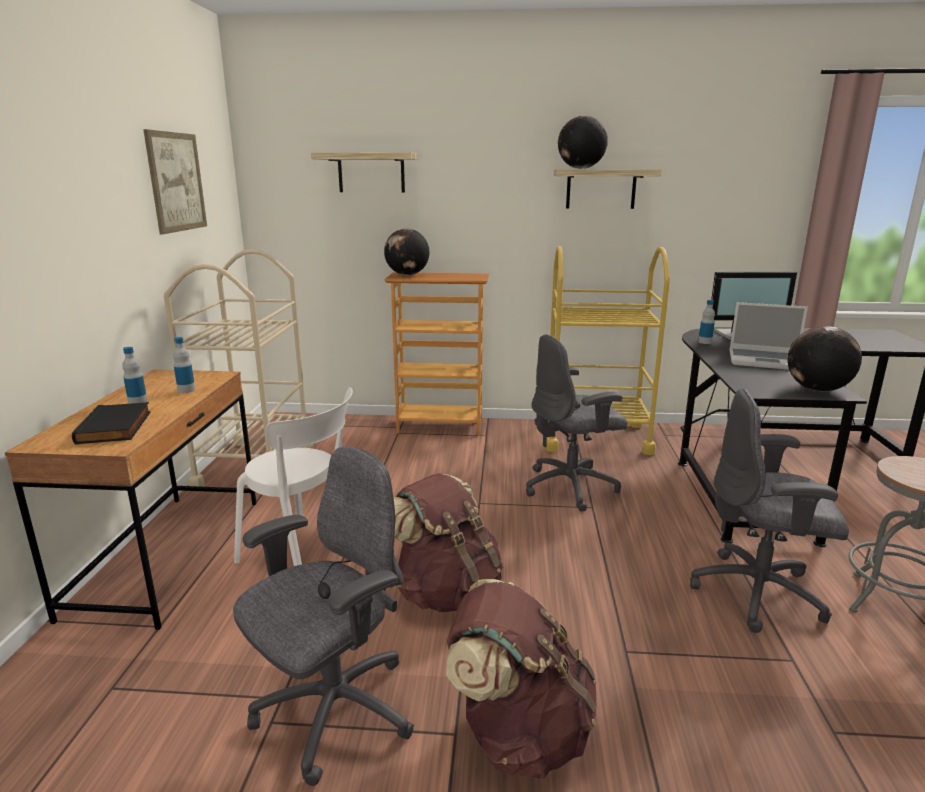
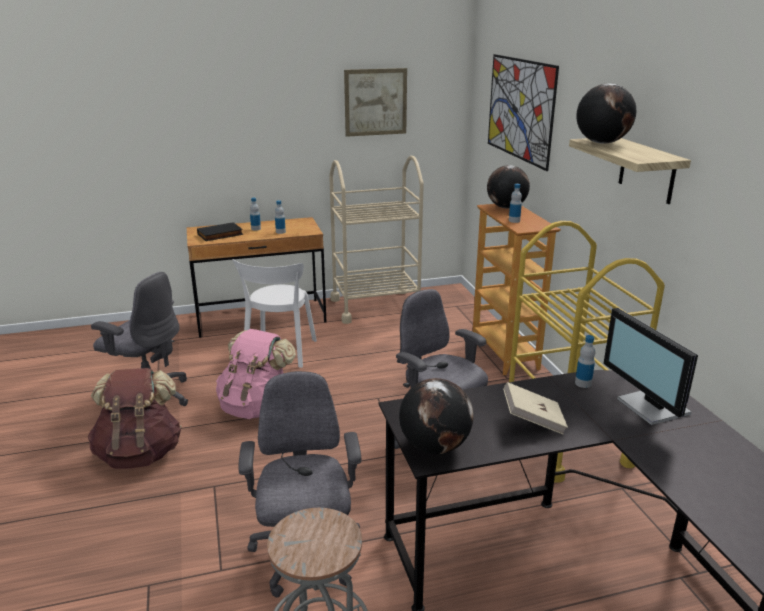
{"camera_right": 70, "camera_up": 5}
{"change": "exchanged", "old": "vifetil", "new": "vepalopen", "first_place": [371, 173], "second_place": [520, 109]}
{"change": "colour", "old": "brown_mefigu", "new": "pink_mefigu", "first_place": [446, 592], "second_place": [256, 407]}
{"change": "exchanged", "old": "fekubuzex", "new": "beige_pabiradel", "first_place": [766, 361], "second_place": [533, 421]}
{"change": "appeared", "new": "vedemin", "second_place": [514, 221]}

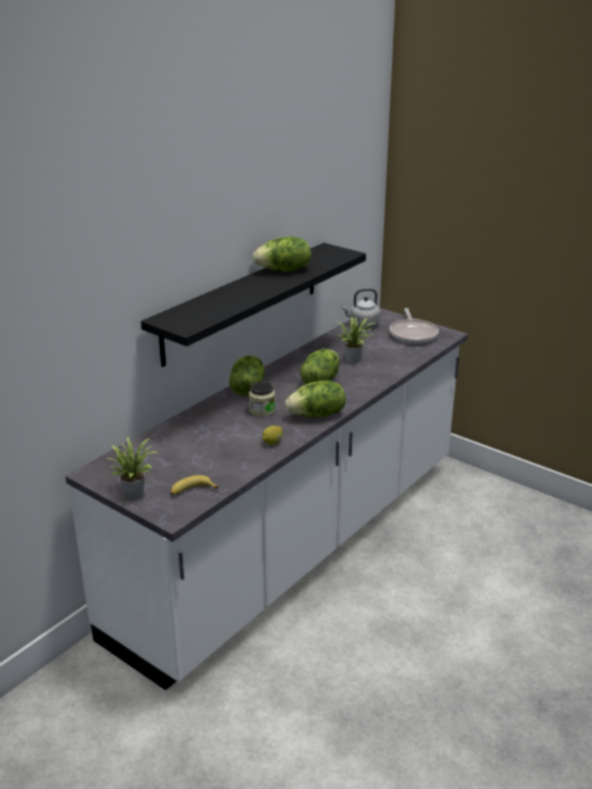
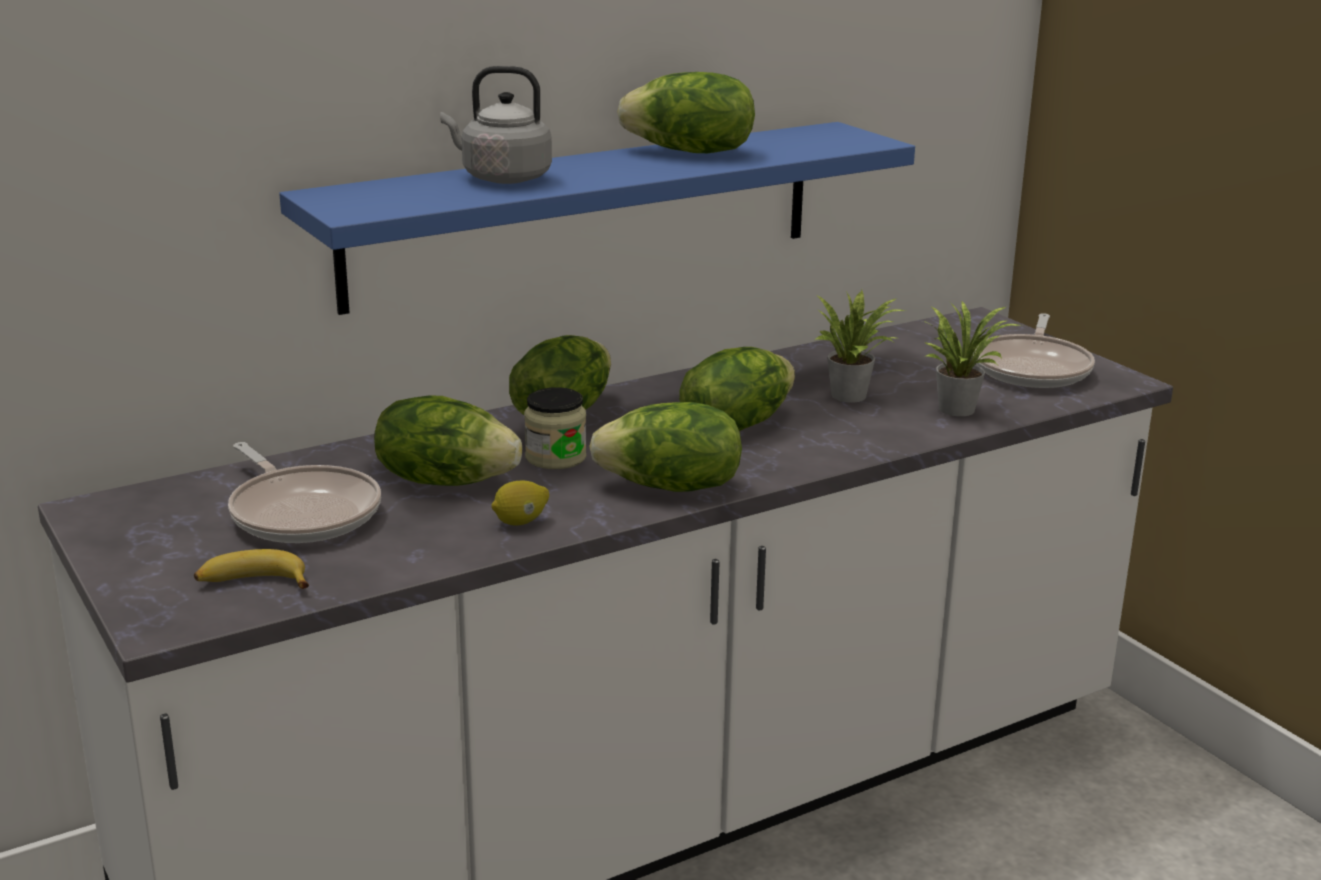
{"camera_right": 20, "camera_up": -5}
{"change": "relocated", "old": "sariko", "first_place": [134, 492], "second_place": [957, 407]}
{"change": "colour", "old": "black_vifetil", "new": "blue_vifetil", "first_place": [242, 302], "second_place": [586, 213]}
{"change": "relocated", "old": "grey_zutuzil", "first_place": [362, 324], "second_place": [502, 178]}
{"change": "appeared", "new": "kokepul", "second_place": [302, 512]}
{"change": "appeared", "new": "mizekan", "second_place": [445, 480]}

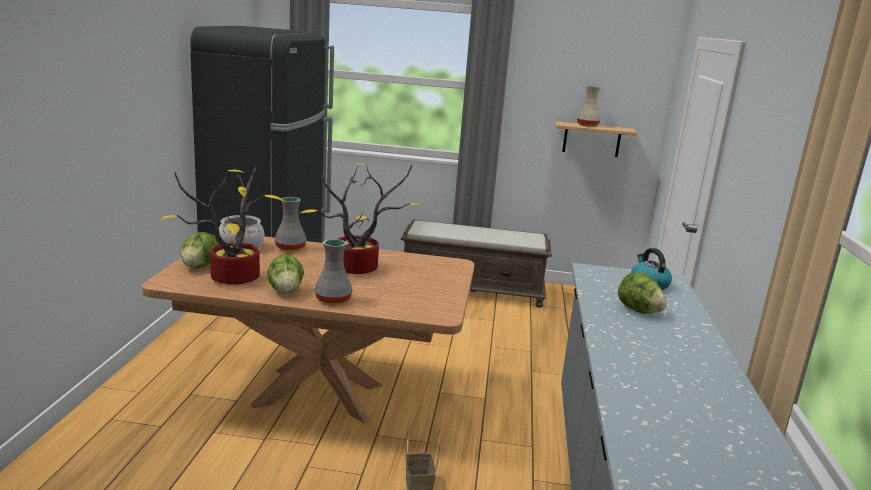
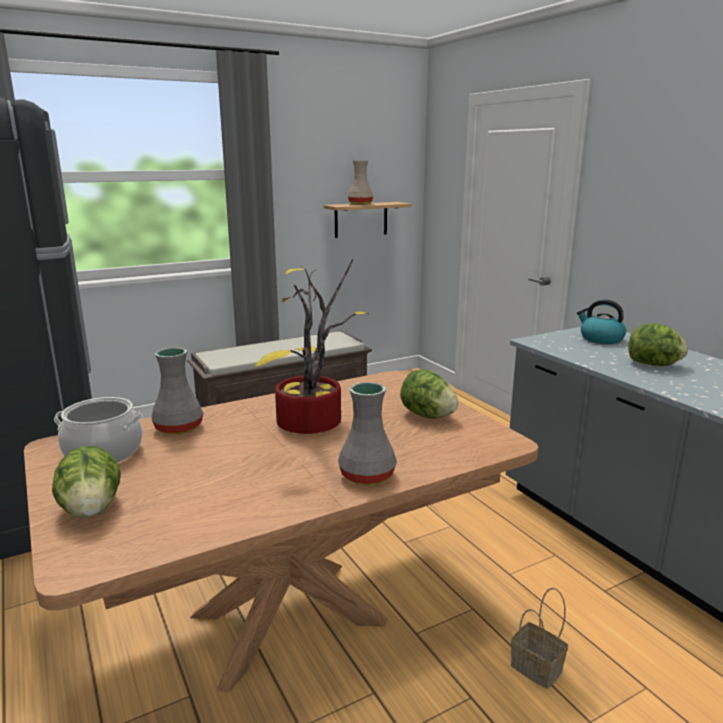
{"camera_right": -35, "camera_up": 0}
{"change": "missing", "old": "sariko", "first_place": [235, 276]}
{"change": "relocated", "old": "mizekan", "first_place": [286, 291], "second_place": [427, 416]}

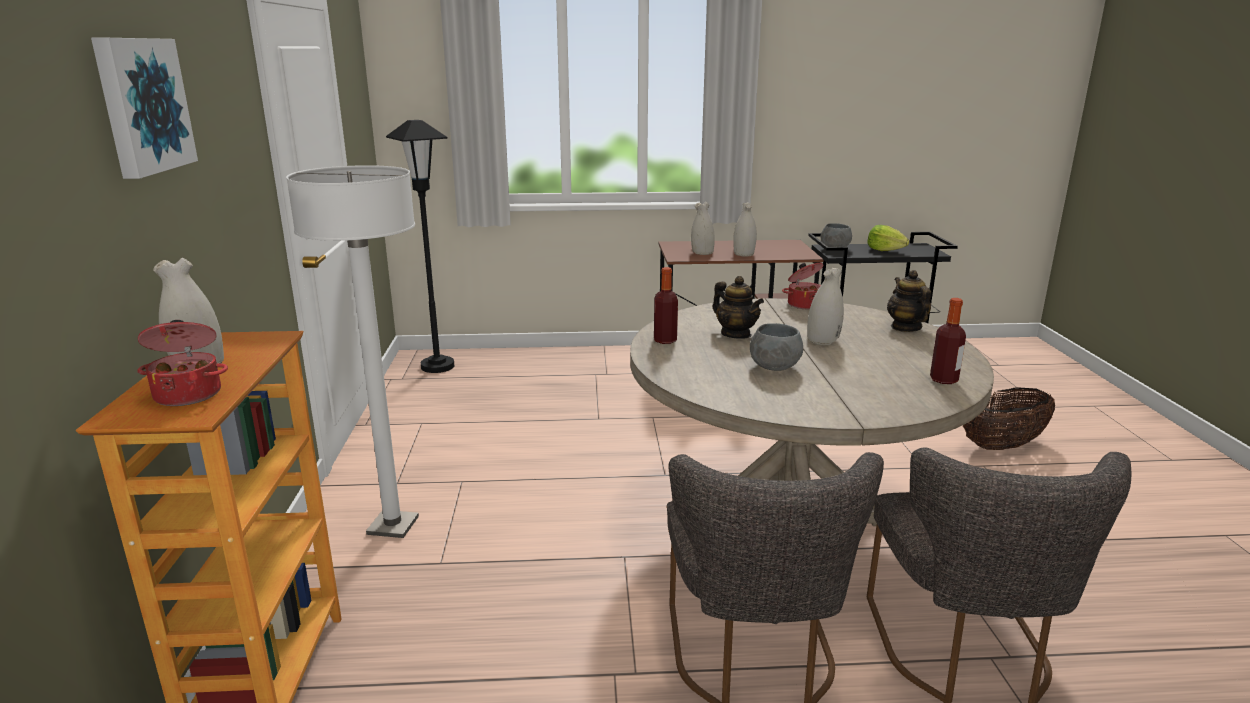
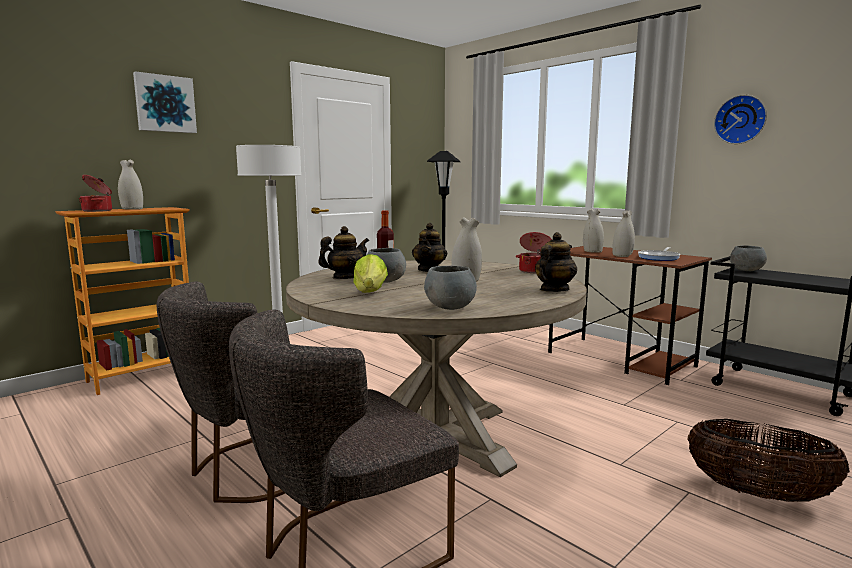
{"camera_right": 50, "camera_up": -10}
{"change": "relocated", "old": "mizekan", "first_place": [884, 250], "second_place": [370, 292]}
{"change": "exchanged", "old": "vedemin", "new": "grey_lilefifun", "first_place": [943, 380], "second_place": [450, 307]}
{"change": "appeared", "new": "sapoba", "second_place": [345, 278]}
{"change": "appeared", "new": "kokepul", "second_place": [659, 258]}
{"change": "appeared", "new": "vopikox", "second_place": [740, 119]}

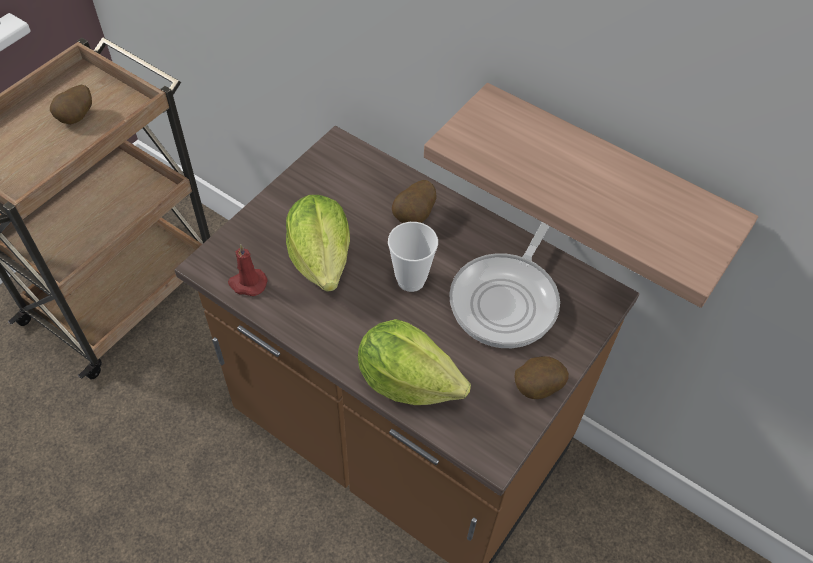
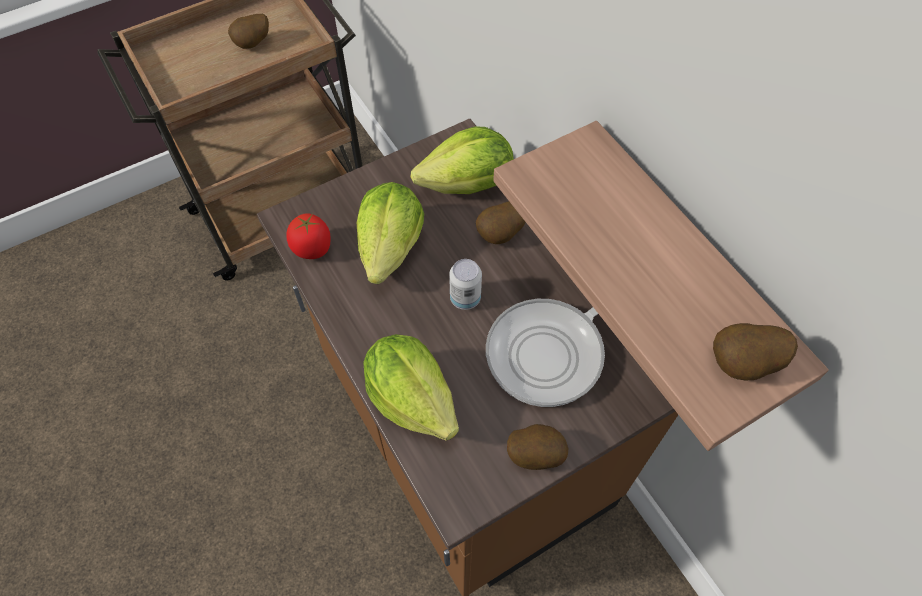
{"camera_right": 25, "camera_up": 5}
{"change": "exchanged", "old": "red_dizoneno", "new": "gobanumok", "first_place": [247, 283], "second_place": [312, 249]}
{"change": "exchanged", "old": "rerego", "new": "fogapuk", "first_place": [411, 280], "second_place": [465, 298]}
{"change": "appeared", "new": "mizekan", "second_place": [468, 184]}
{"change": "appeared", "new": "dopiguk", "second_place": [743, 365]}

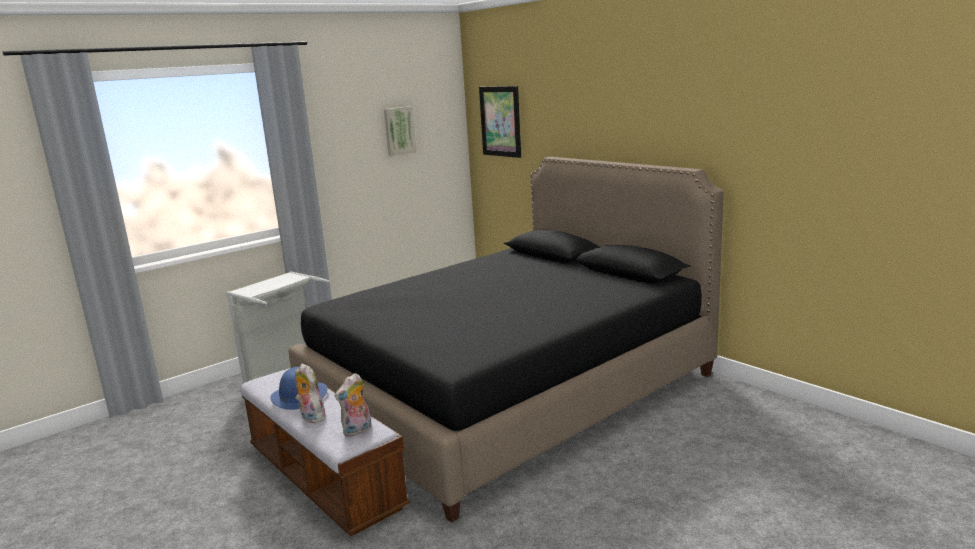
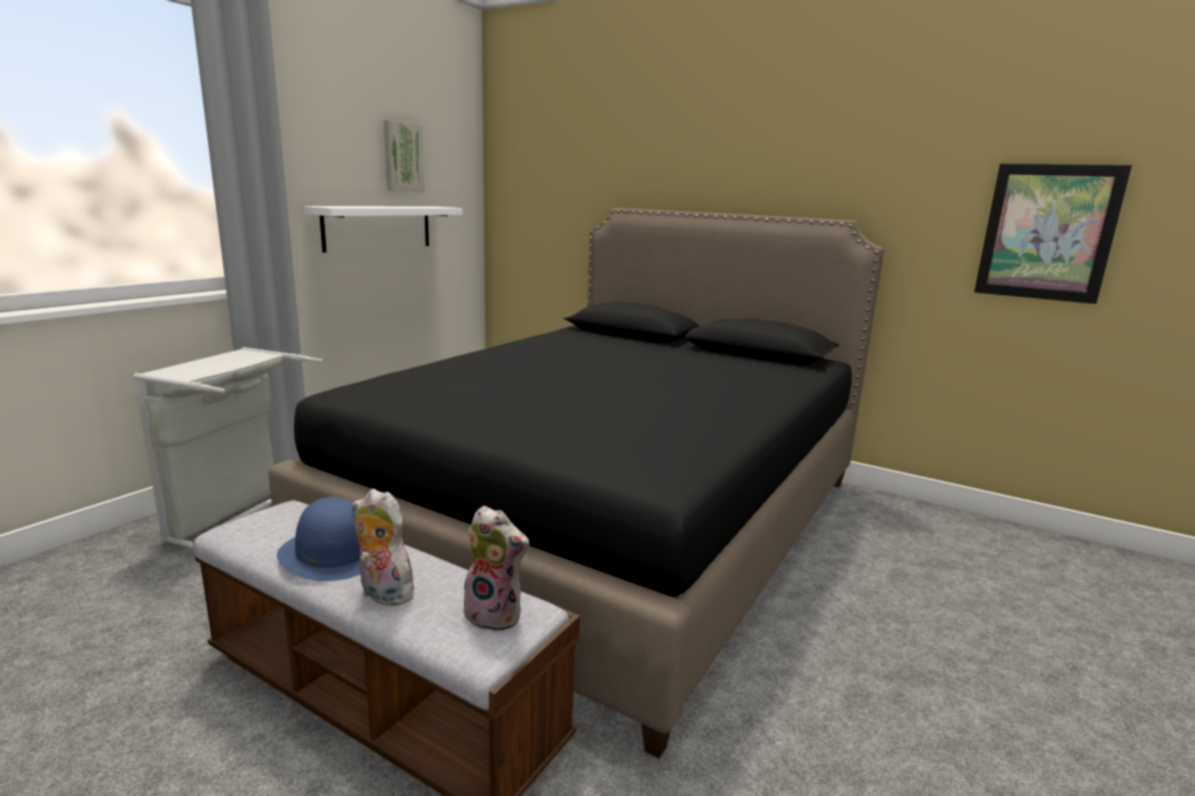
{"camera_right": -20, "camera_up": 0}
{"change": "spun", "old": "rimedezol", "first_place": [357, 431], "second_place": [496, 614], "degrees": -90}
{"change": "relocated", "old": "vepalopen", "first_place": [500, 121], "second_place": [1047, 232]}
{"change": "appeared", "new": "white_vifetil", "second_place": [378, 227]}

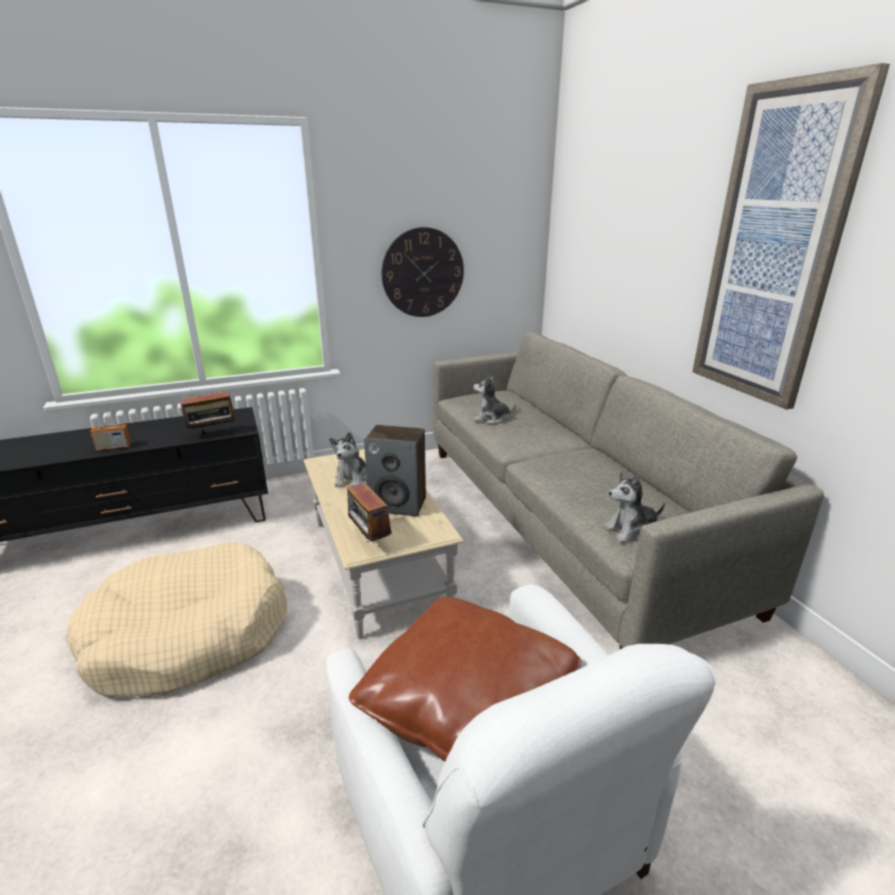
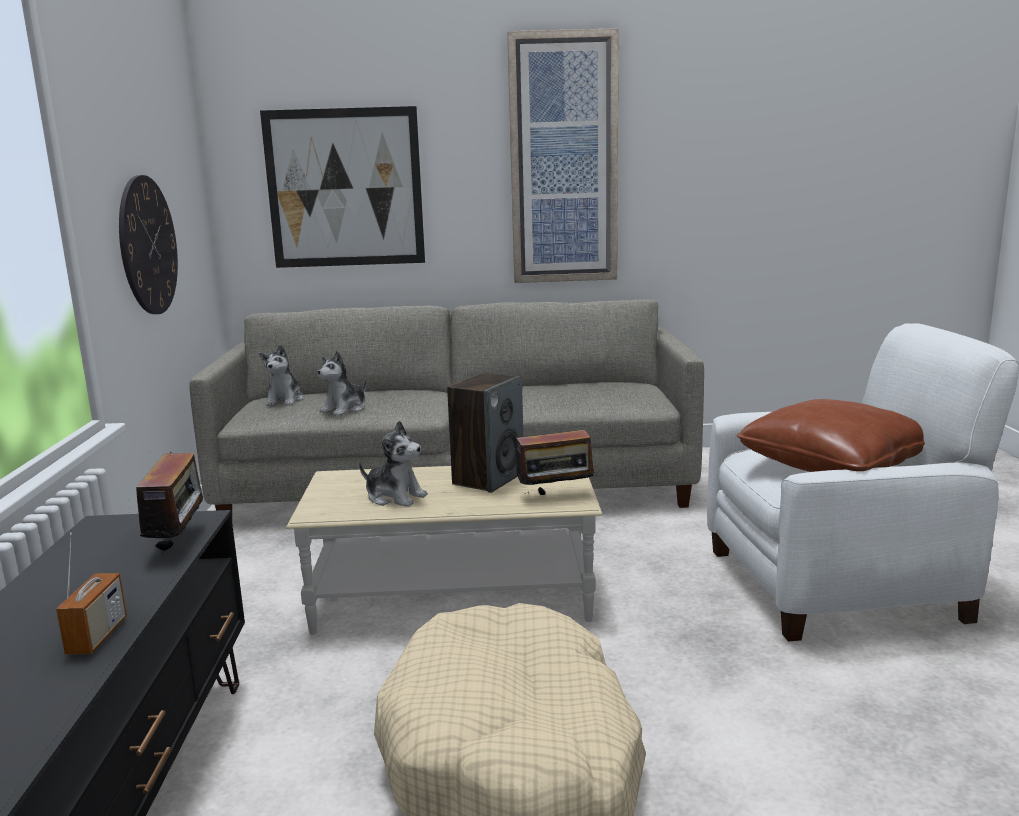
{"camera_right": -70, "camera_up": -10}
{"change": "relocated", "old": "rimedezol", "first_place": [631, 531], "second_place": [285, 400]}
{"change": "appeared", "new": "vepalopen", "second_place": [345, 188]}

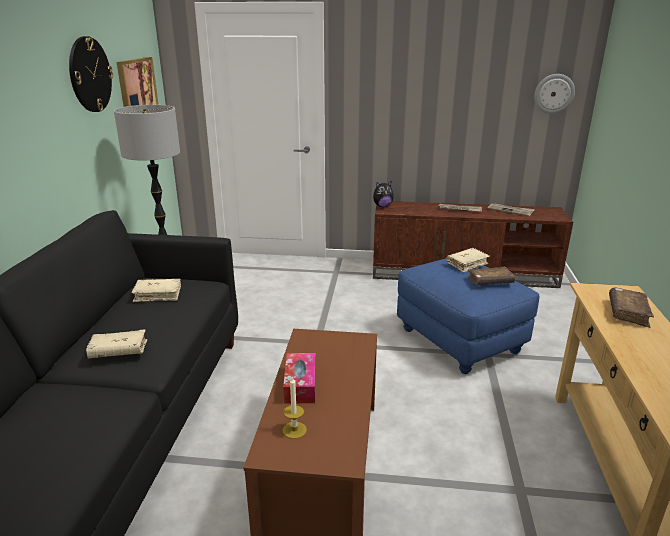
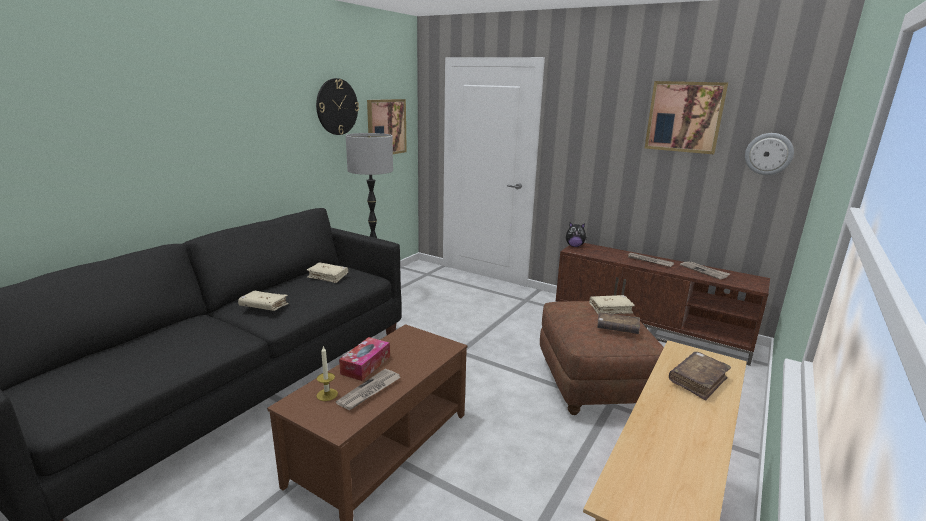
{"camera_right": 25, "camera_up": -5}
{"change": "colour", "old": "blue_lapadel", "new": "brown_lapadel", "first_place": [459, 340], "second_place": [591, 384]}
{"change": "appeared", "new": "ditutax", "second_place": [369, 391]}
{"change": "appeared", "new": "vepalopen", "second_place": [684, 117]}

